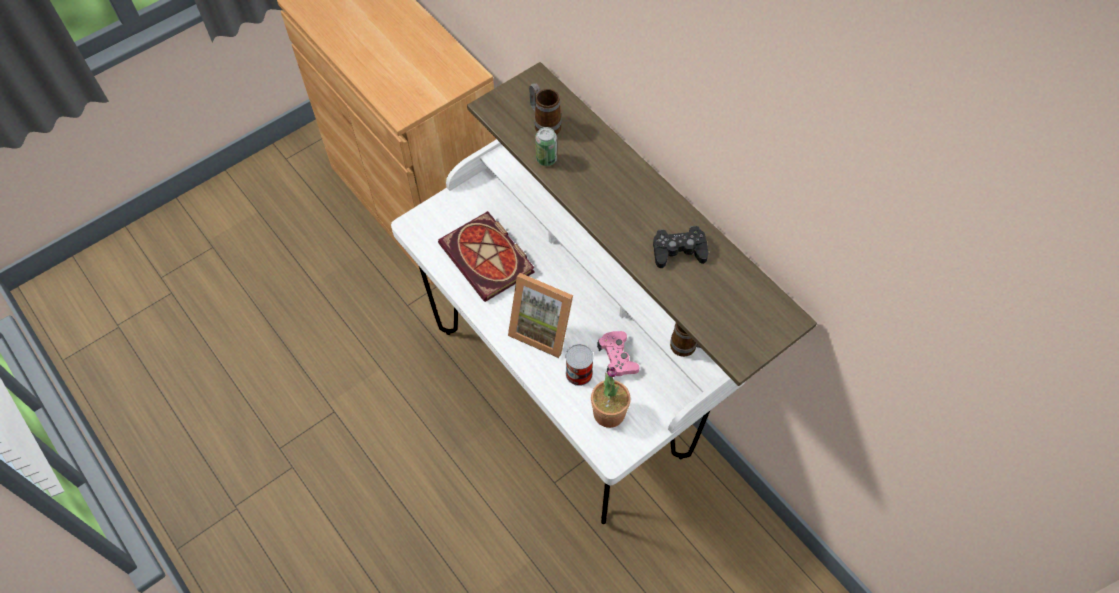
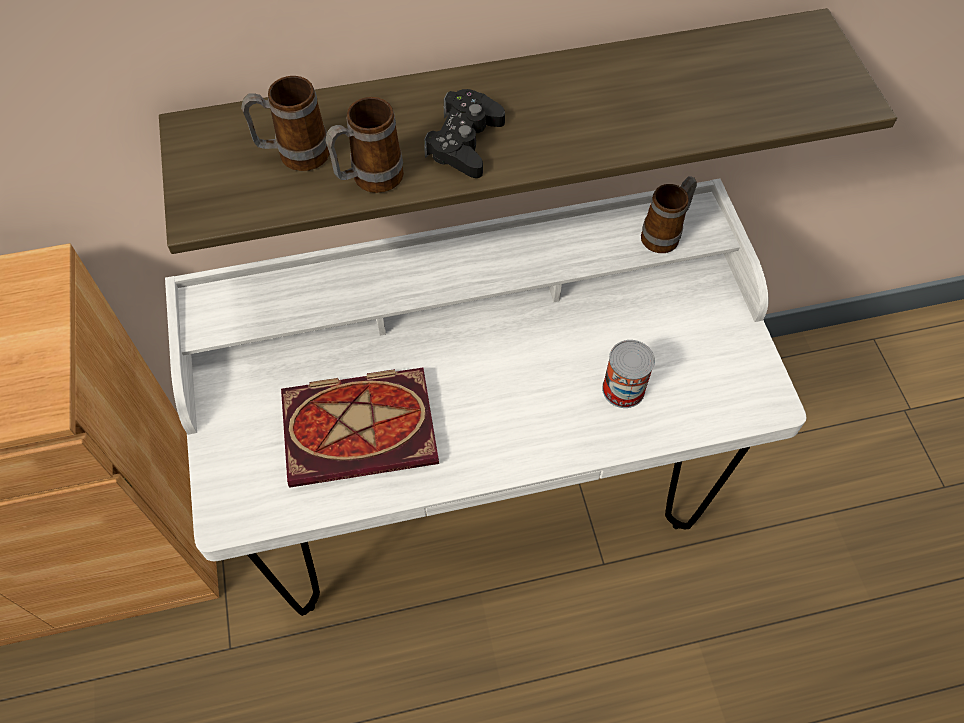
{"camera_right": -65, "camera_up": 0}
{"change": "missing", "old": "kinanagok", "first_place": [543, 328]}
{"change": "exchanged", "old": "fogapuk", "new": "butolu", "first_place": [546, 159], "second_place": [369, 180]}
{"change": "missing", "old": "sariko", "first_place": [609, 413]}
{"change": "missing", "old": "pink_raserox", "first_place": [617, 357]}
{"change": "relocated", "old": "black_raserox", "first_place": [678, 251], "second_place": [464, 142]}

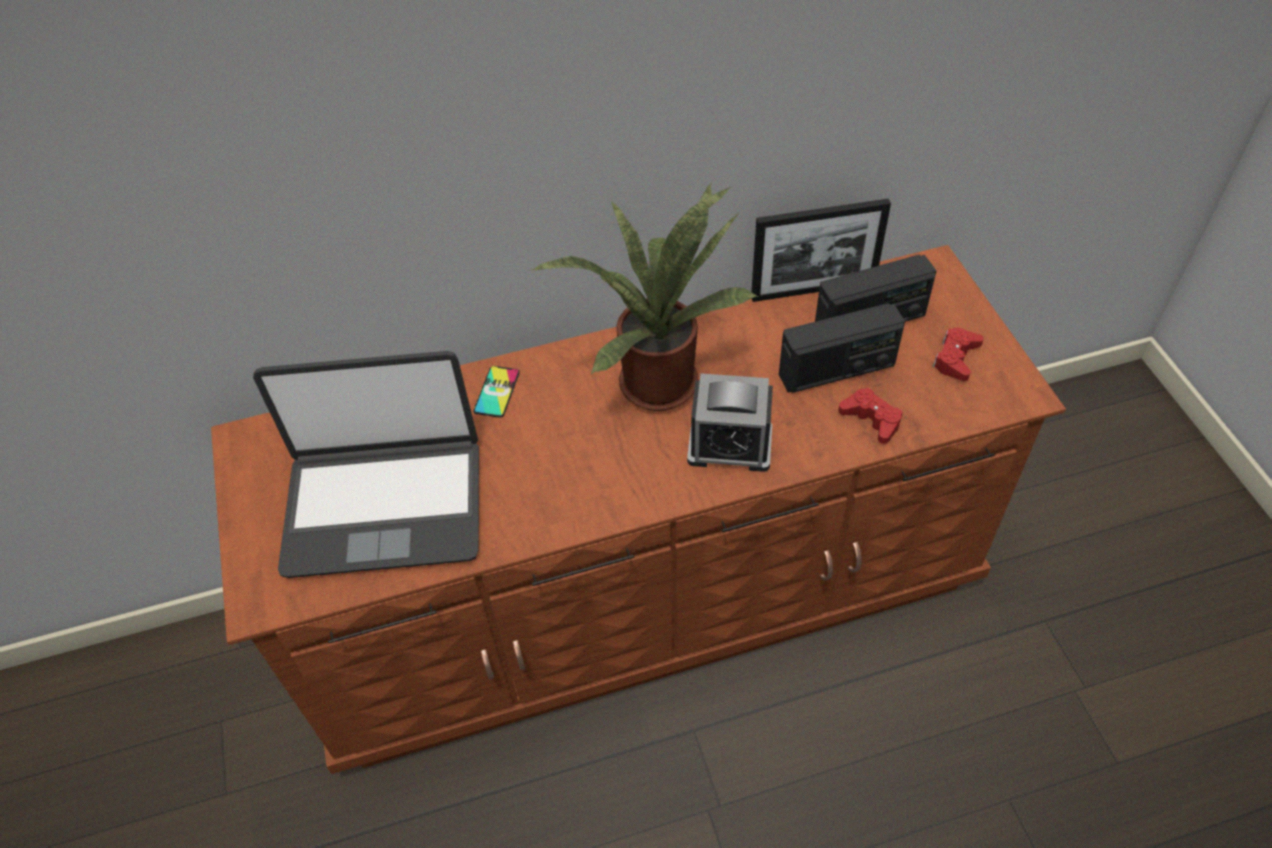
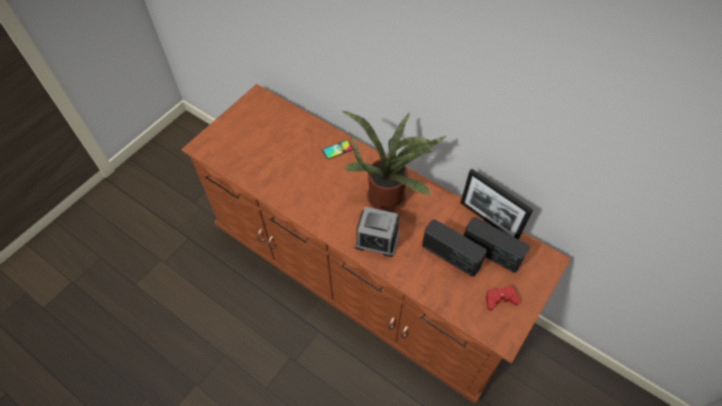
{"camera_right": 50, "camera_up": 5}
{"change": "missing", "old": "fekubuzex", "first_place": [384, 506]}
{"change": "spun", "old": "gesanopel", "first_place": [729, 445], "second_place": [376, 240], "degrees": -45}
{"change": "missing", "old": "red_raserox", "first_place": [871, 419]}

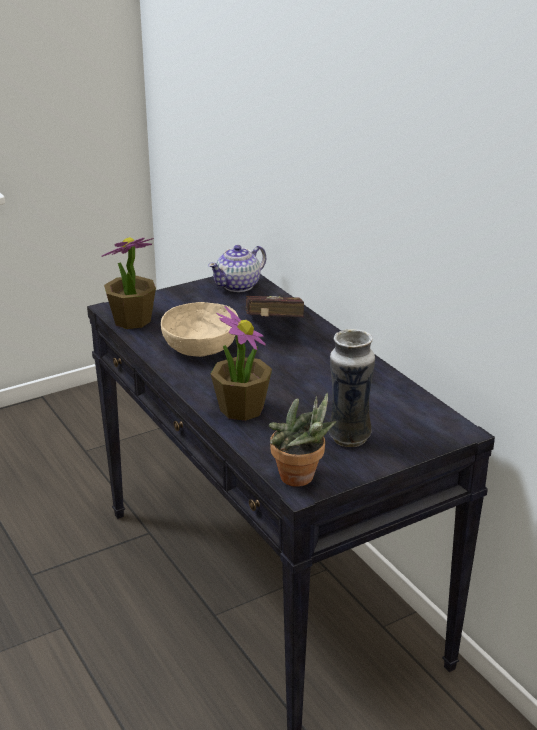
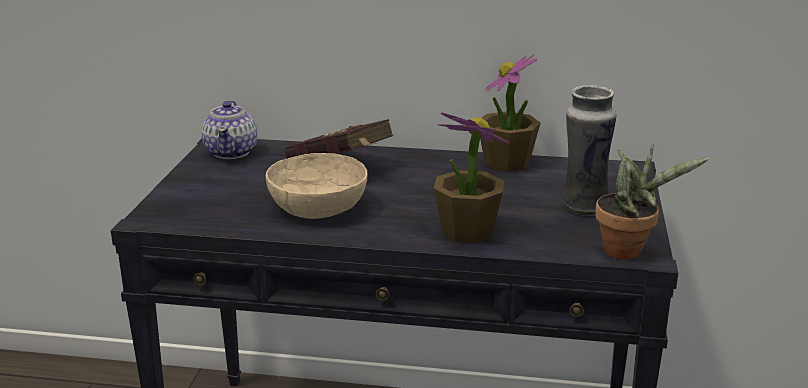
{"camera_right": -50, "camera_up": -5}
{"change": "relocated", "old": "sariko", "first_place": [132, 320], "second_place": [507, 163]}

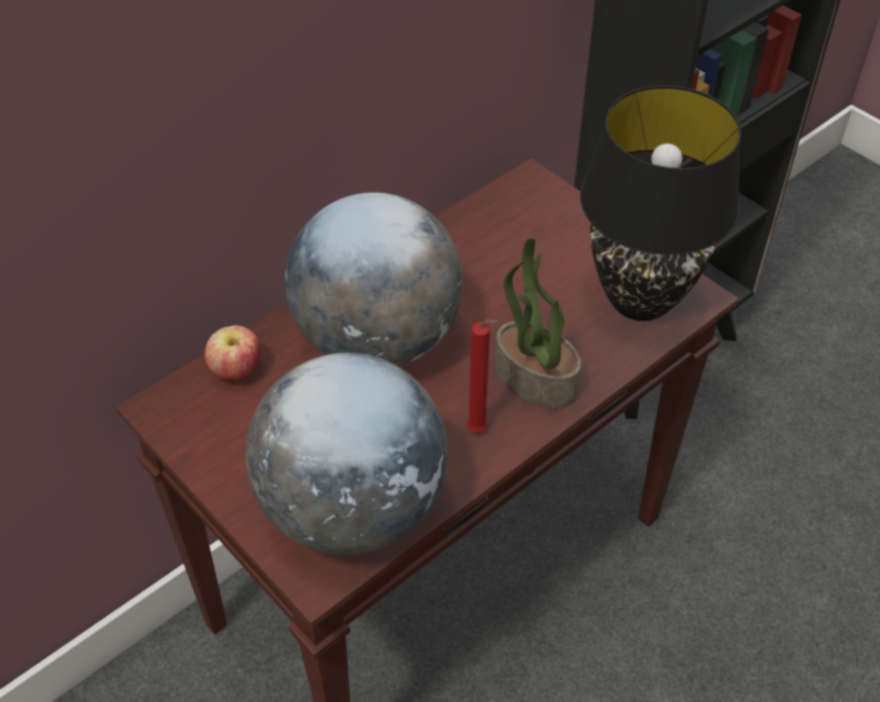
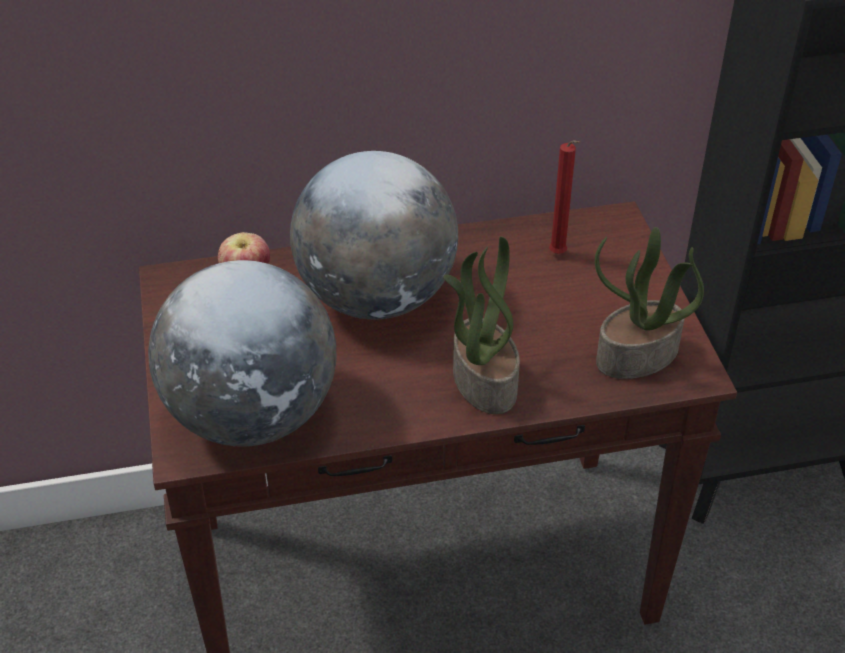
{"camera_right": 30, "camera_up": -5}
{"change": "relocated", "old": "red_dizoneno", "first_place": [480, 431], "second_place": [559, 255]}
{"change": "exchanged", "old": "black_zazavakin", "new": "sariko", "first_place": [641, 301], "second_place": [637, 357]}

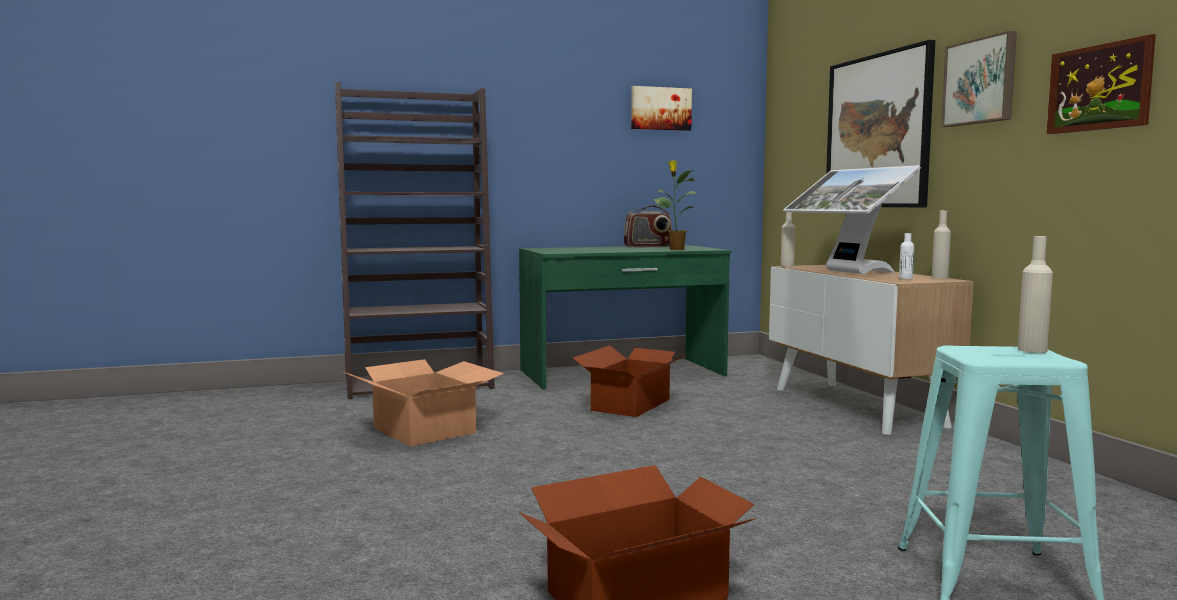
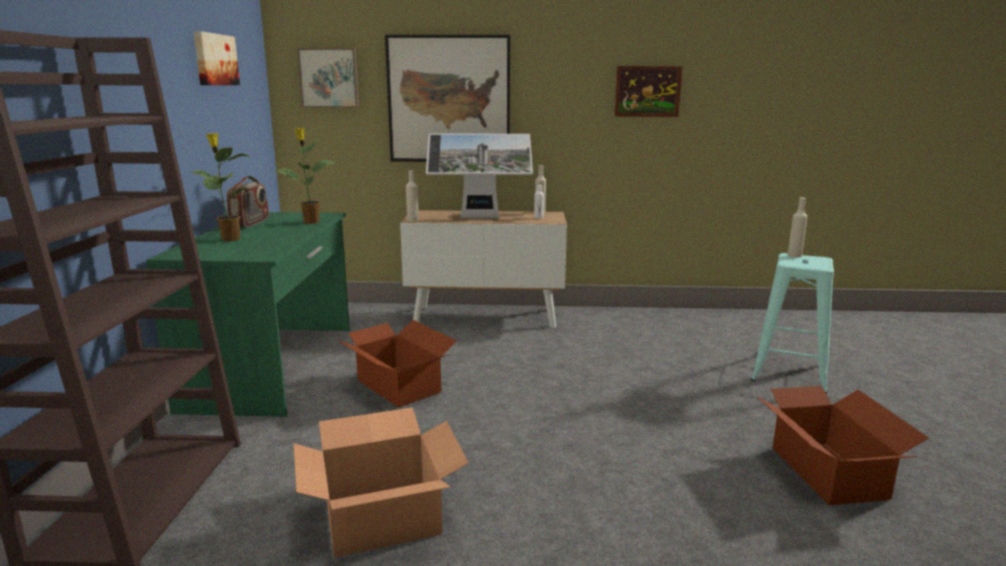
{"camera_right": -70, "camera_up": 10}
{"change": "relocated", "old": "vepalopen", "first_place": [981, 81], "second_place": [329, 78]}
{"change": "appeared", "new": "sariko", "second_place": [229, 239]}

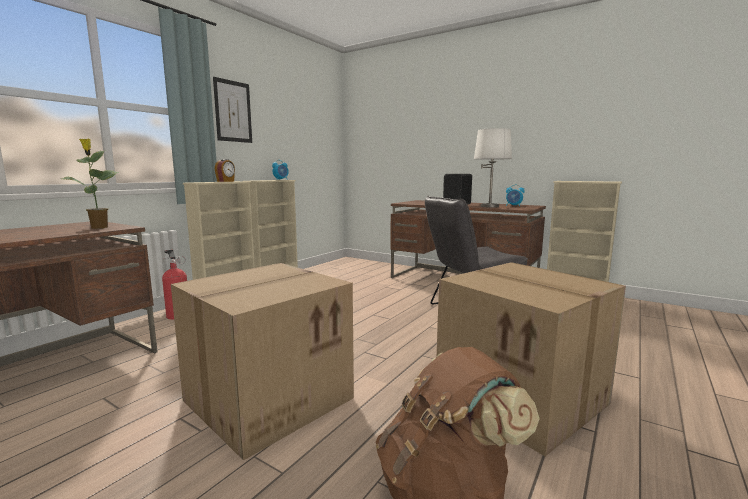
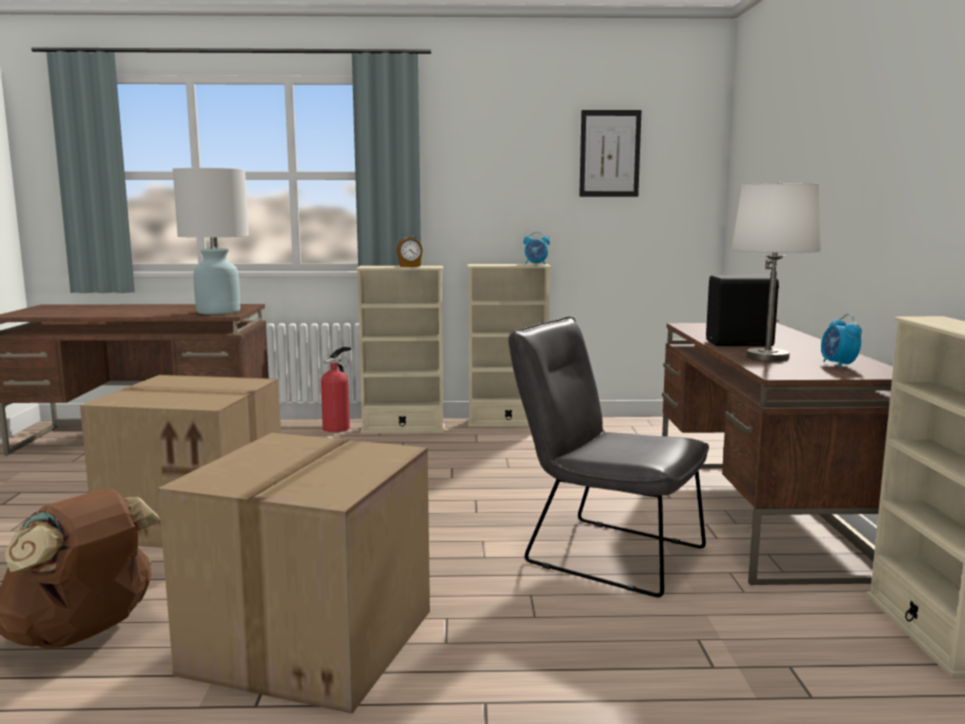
{"camera_right": 55, "camera_up": 0}
{"change": "exchanged", "old": "sariko", "new": "white_zazavakin", "first_place": [99, 227], "second_place": [219, 312]}
{"change": "relocated", "old": "vepalopen", "first_place": [233, 111], "second_place": [609, 153]}

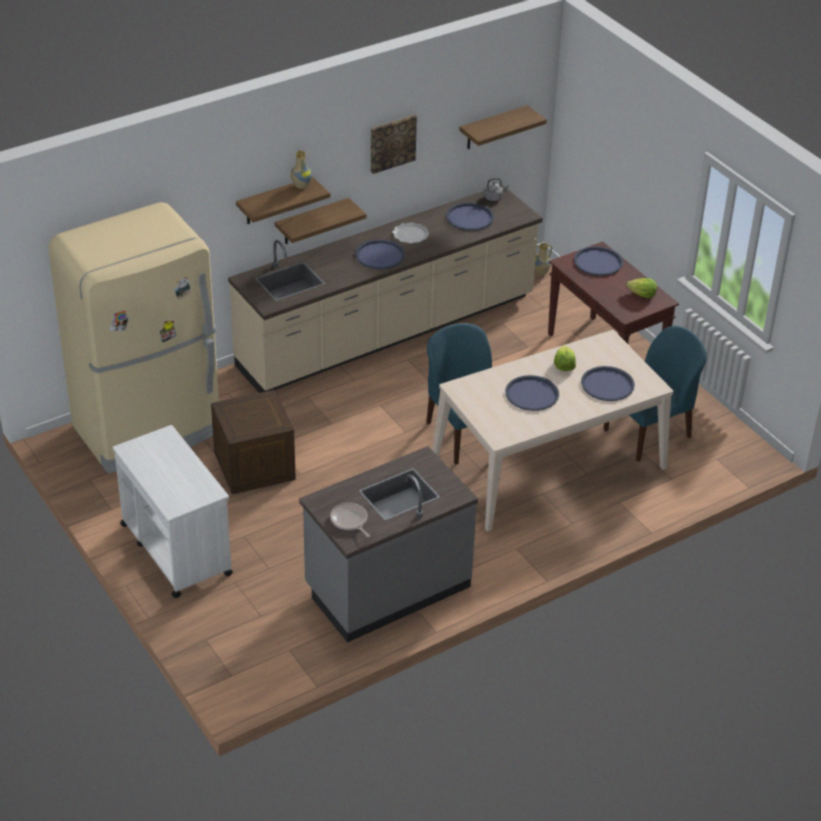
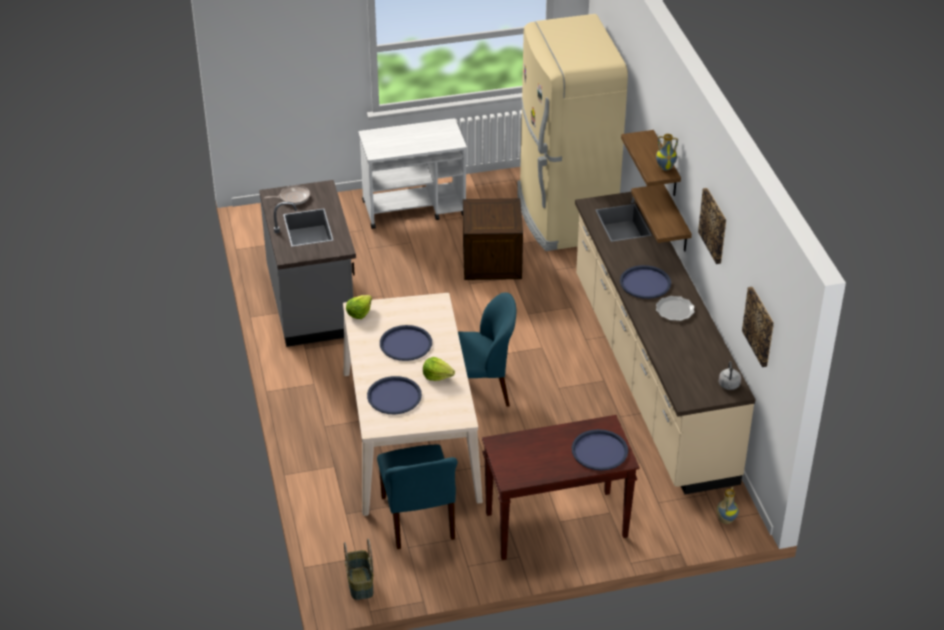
{"camera_right": 110, "camera_up": 0}
{"change": "missing", "old": "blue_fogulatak", "first_place": [469, 217]}
{"change": "exchanged", "old": "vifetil", "new": "vepalopen", "first_place": [493, 128], "second_place": [759, 326]}
{"change": "relocated", "old": "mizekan", "first_place": [642, 294], "second_place": [359, 312]}
{"change": "appeared", "new": "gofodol", "second_place": [361, 583]}

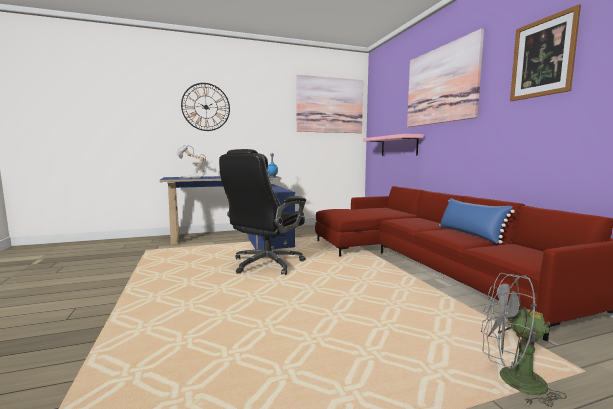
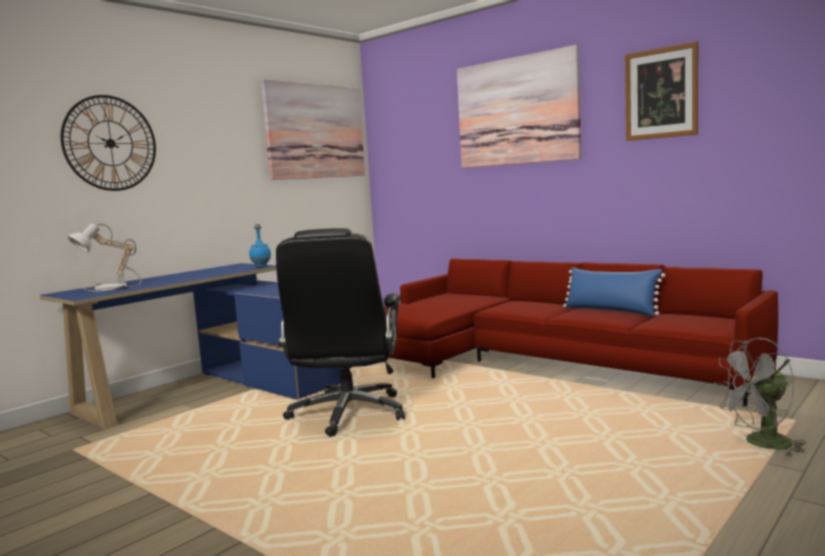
{"camera_right": -30, "camera_up": 0}
{"change": "missing", "old": "pink_vifetil", "first_place": [398, 146]}

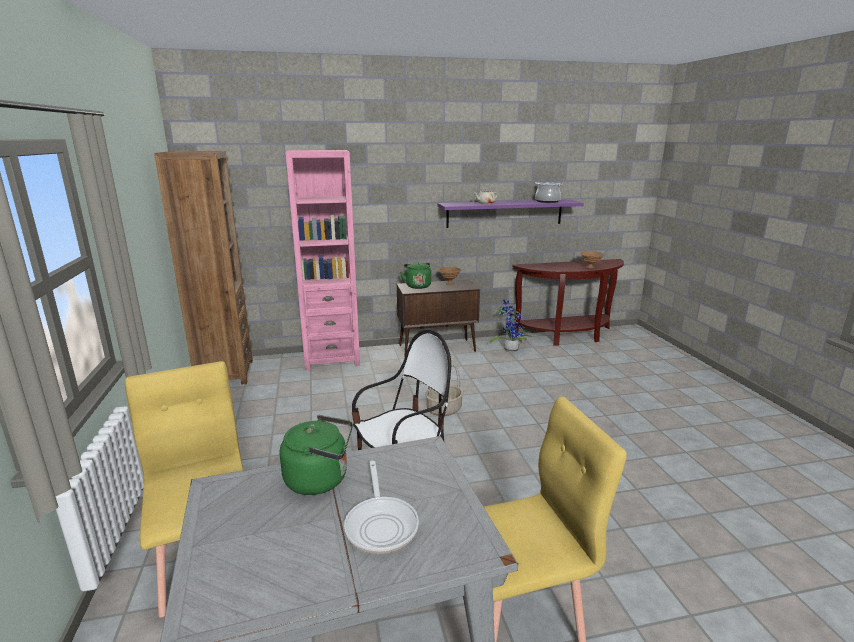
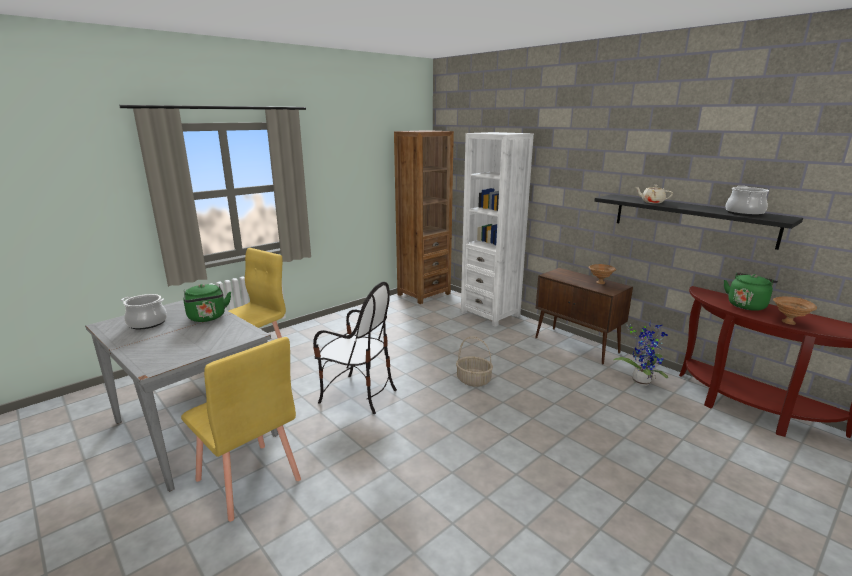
{"camera_right": 60, "camera_up": 0}
{"change": "colour", "old": "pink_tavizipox", "new": "white_tavizipox", "first_place": [332, 359], "second_place": [490, 314]}
{"change": "missing", "old": "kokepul", "first_place": [381, 524]}
{"change": "relocated", "old": "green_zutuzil", "first_place": [417, 286], "second_place": [746, 305]}
{"change": "colour", "old": "purple_vifetil", "new": "black_vifetil", "first_place": [505, 213], "second_place": [691, 219]}
{"change": "appeared", "new": "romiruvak", "second_place": [147, 323]}

